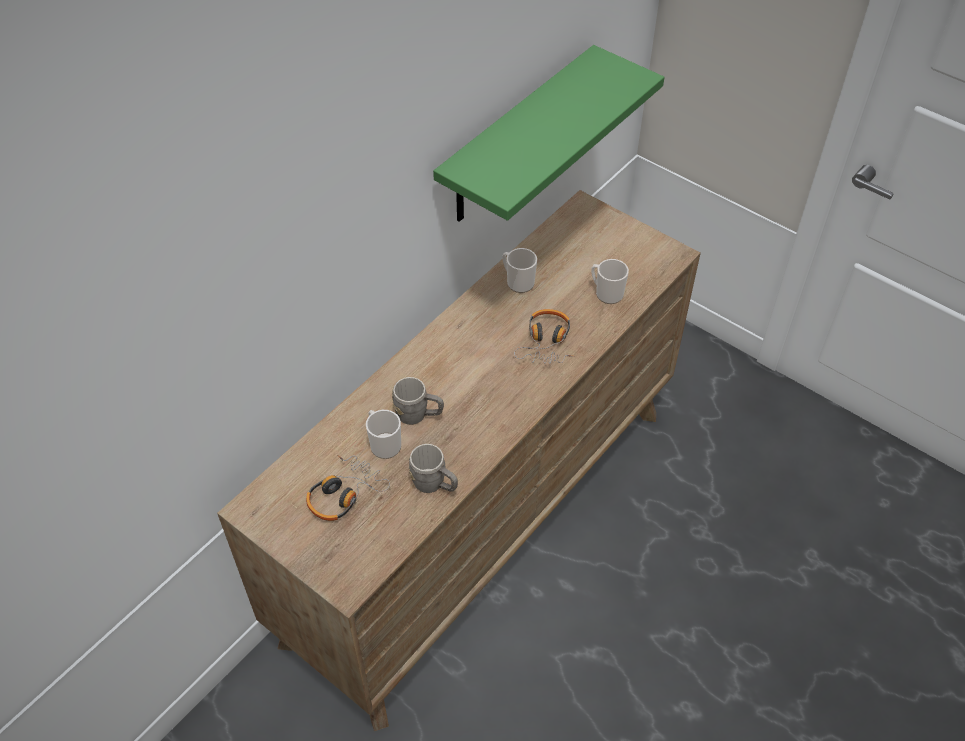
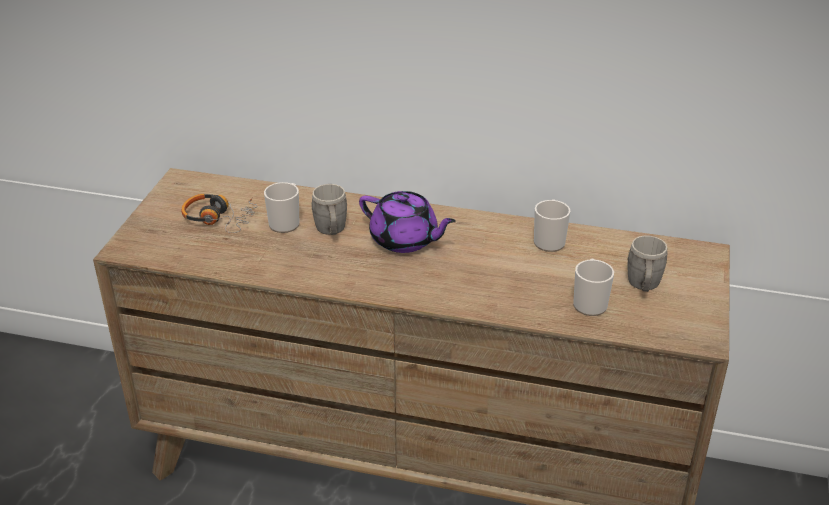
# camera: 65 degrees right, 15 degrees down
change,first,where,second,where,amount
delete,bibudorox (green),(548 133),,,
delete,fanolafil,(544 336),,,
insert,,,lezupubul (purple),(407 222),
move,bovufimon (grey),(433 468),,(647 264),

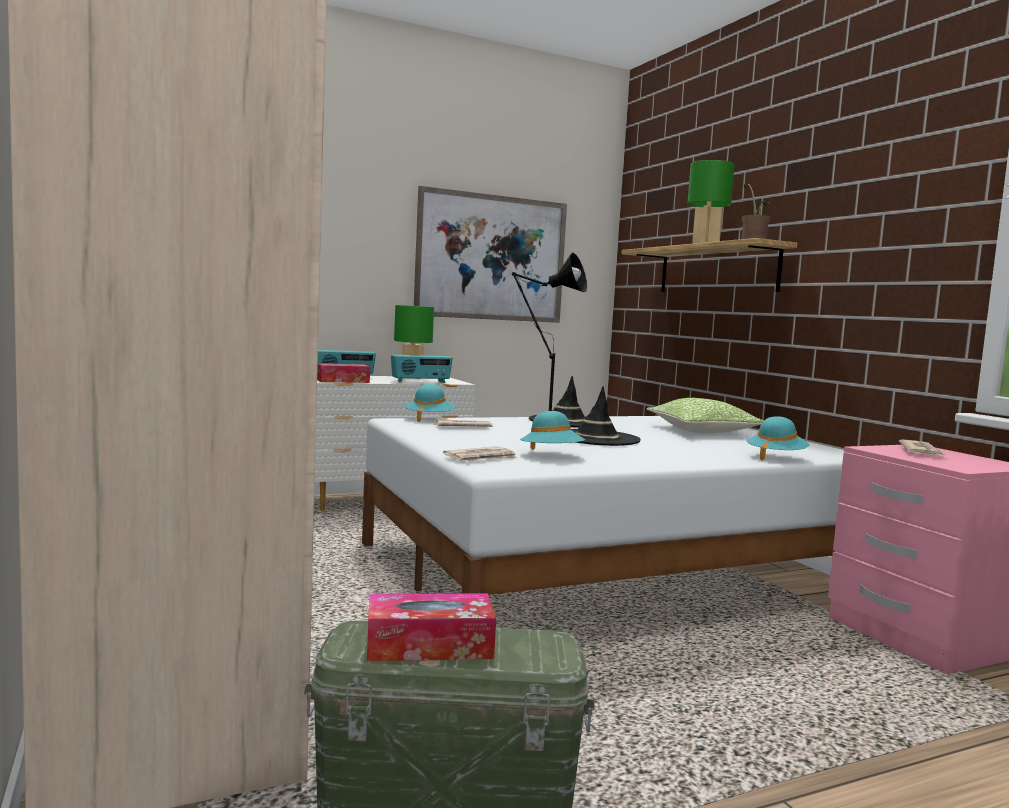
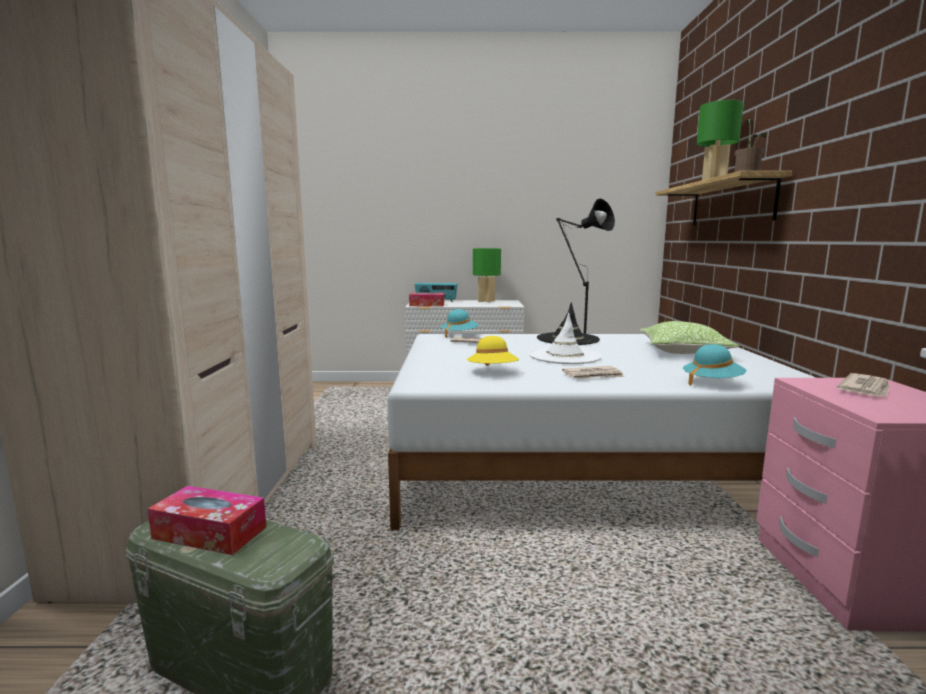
# camera: 25 degrees right, 5 degrees up
change,first,where,second,where,amount
delete,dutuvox,(422 369),,,
delete,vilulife,(490 254),,,
move,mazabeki,(480 453),,(593 372),
recolor,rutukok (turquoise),(552 430),rutukok (yellow),(493 351),
recolor,rutukok (black),(606 416),rutukok (white),(565 338),

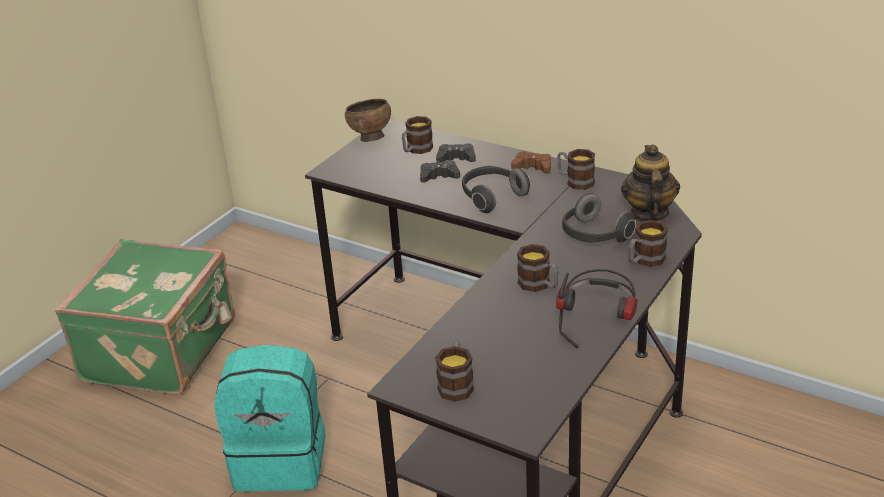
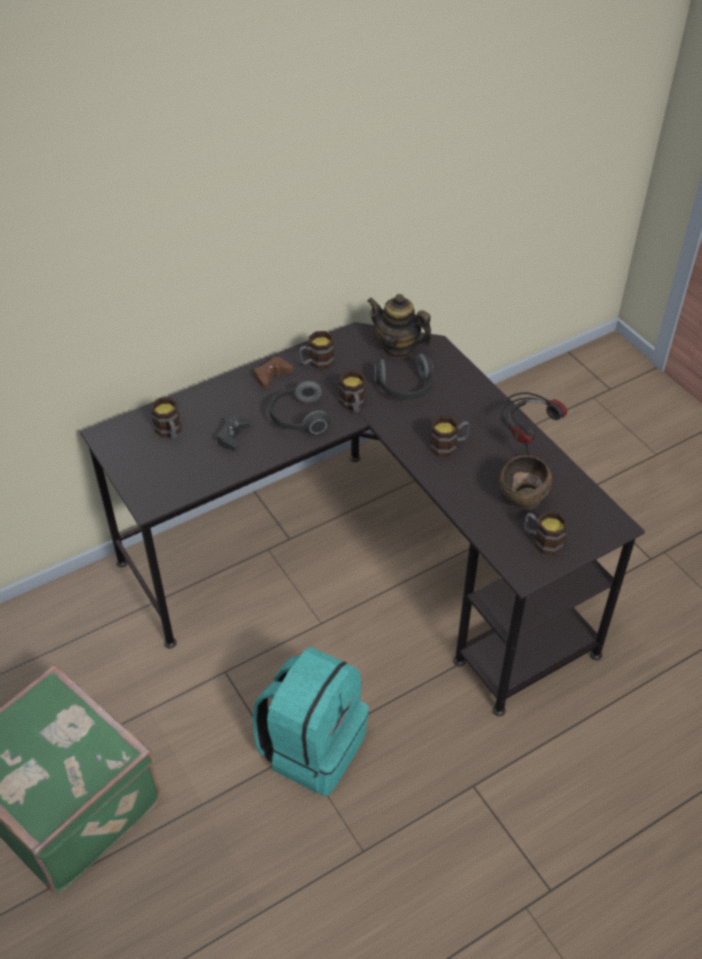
# camera: 65 degrees left, 15 degrees up
change,first,where,second,where,amount
delete,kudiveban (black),(456 153),,,
move,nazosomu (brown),(368 120),,(525 482),
move,bovufimon,(648 243),,(352 391),

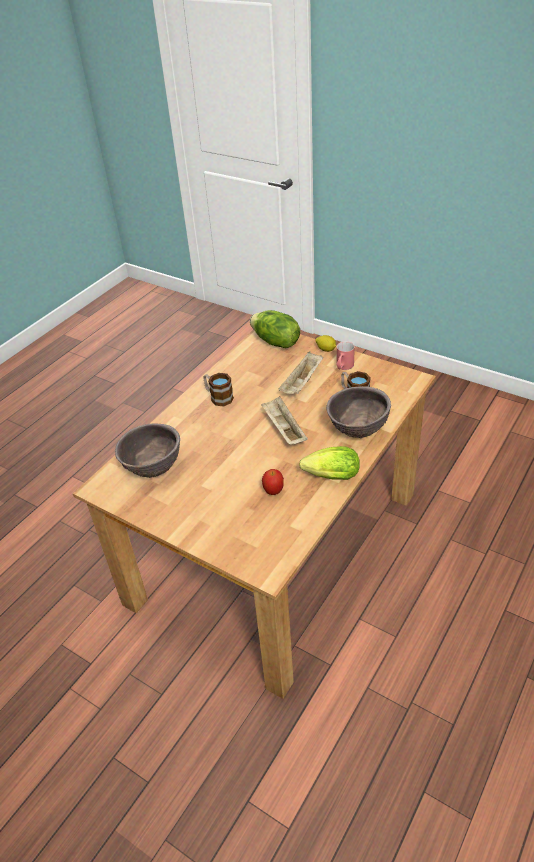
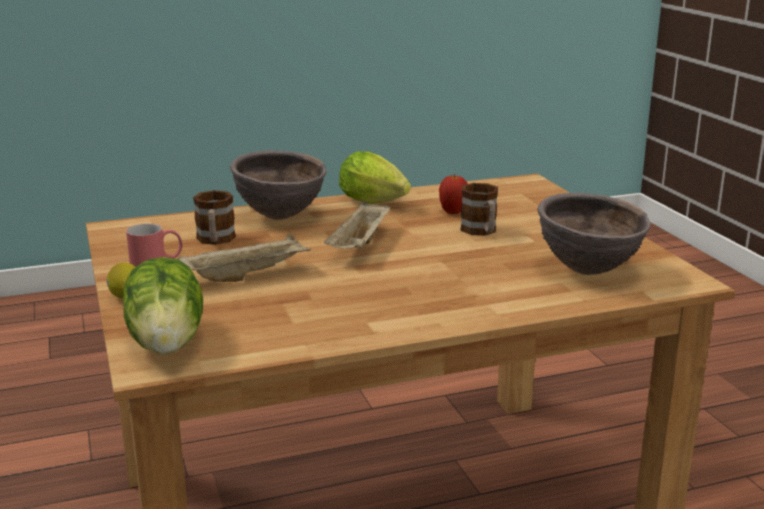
# camera: 145 degrees left, 20 degrees down
change,first,where,second,where,amount
move,bovufimon,(218 390),,(479 209),

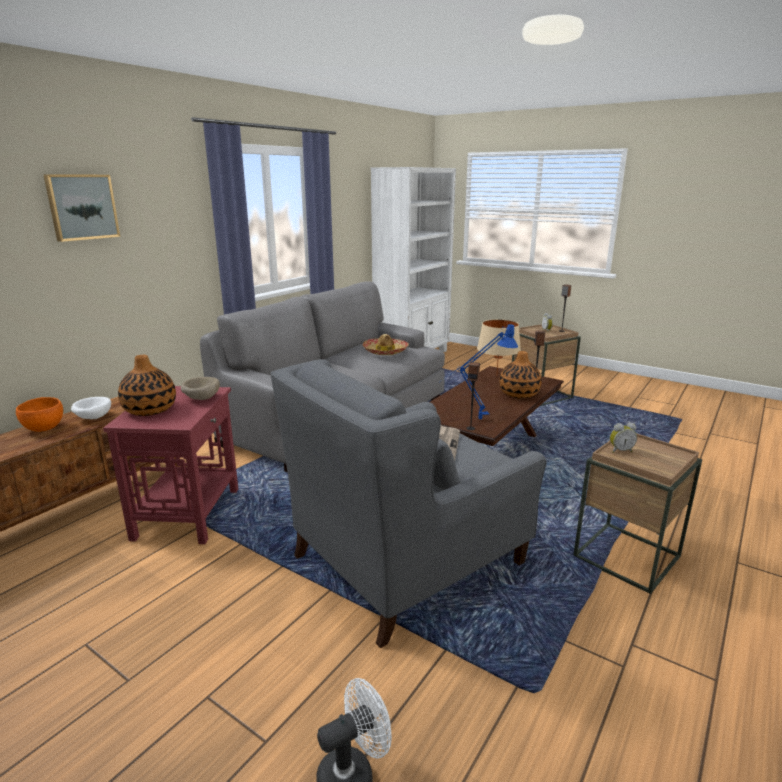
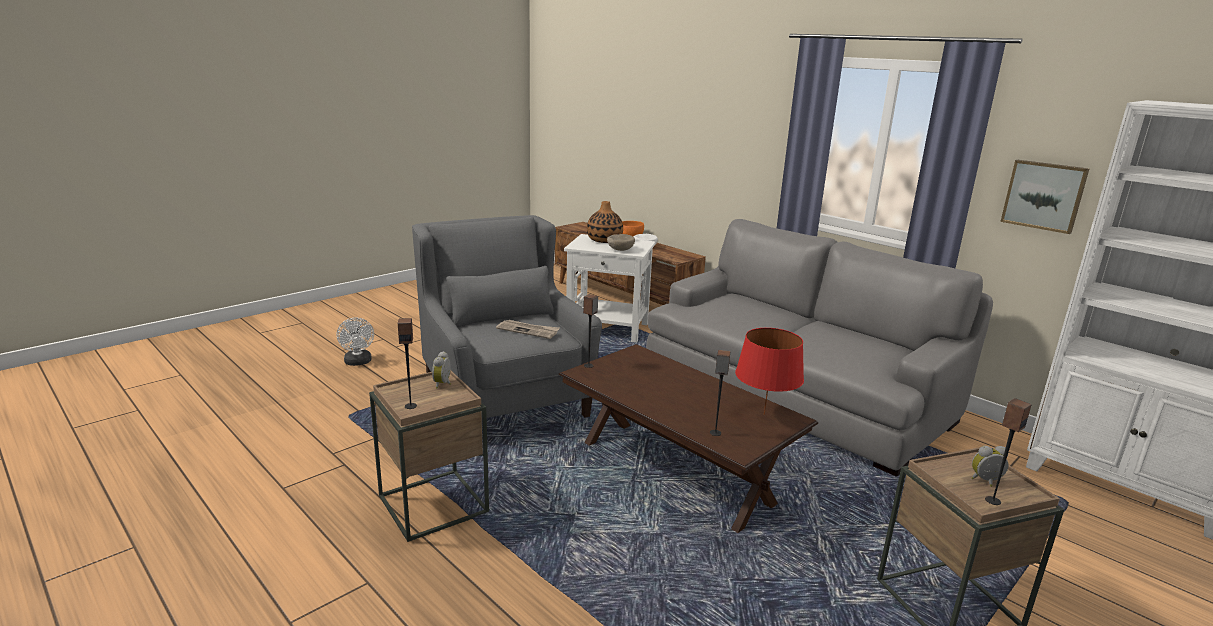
# camera: 100 degrees right, 0 degrees up
change,first,where,second,where,amount
delete,rutukok,(385 344),,,
delete,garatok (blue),(479 371),,,
delete,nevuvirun,(520 374),,,
insert,,,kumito,(407 363),
move,vilulife,(81 208),,(1044 197),
recolor,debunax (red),(170 465),debunax (white),(610 288),
recolor,garatok (beige),(499 345),garatok (red),(769 371),

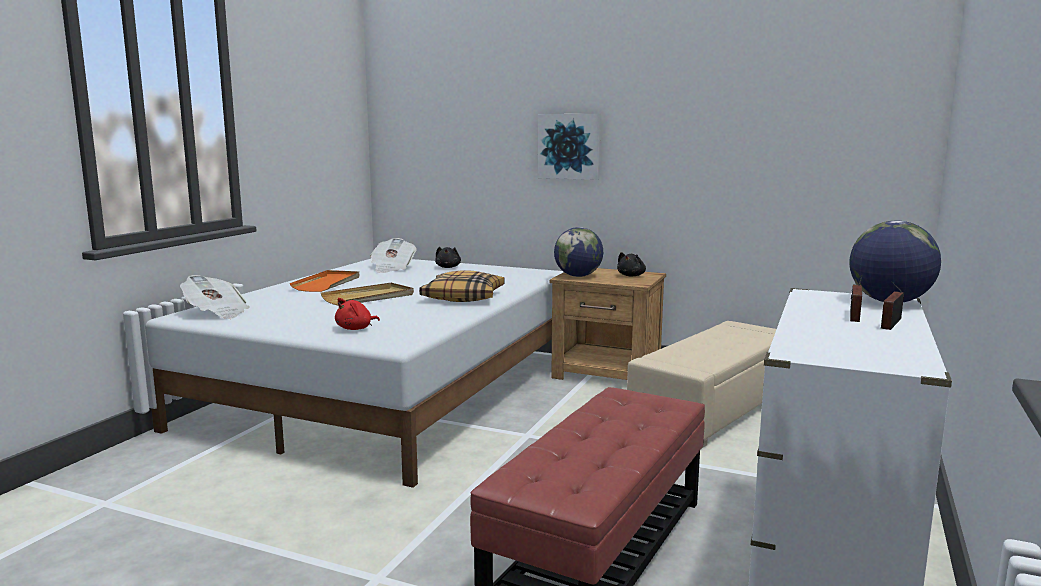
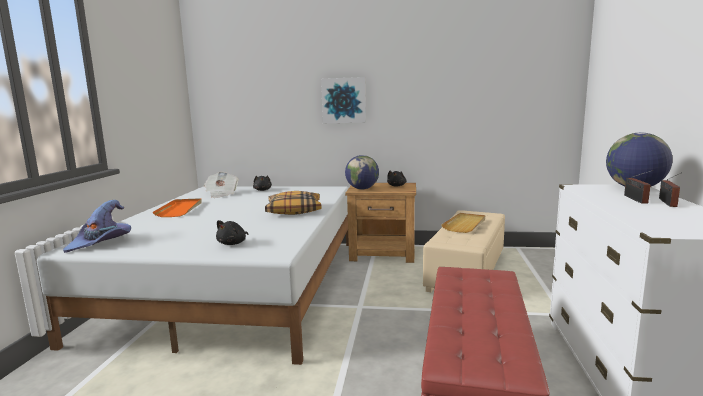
# camera: 15 degrees left, 0 degrees up
change,first,where,second,where,amount
move,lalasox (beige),(367 294),,(463 223),
replace,mazabeki,(215 297),rutukok (purple),(97 226),
recolor,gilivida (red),(357 314),gilivida (black),(232 232),

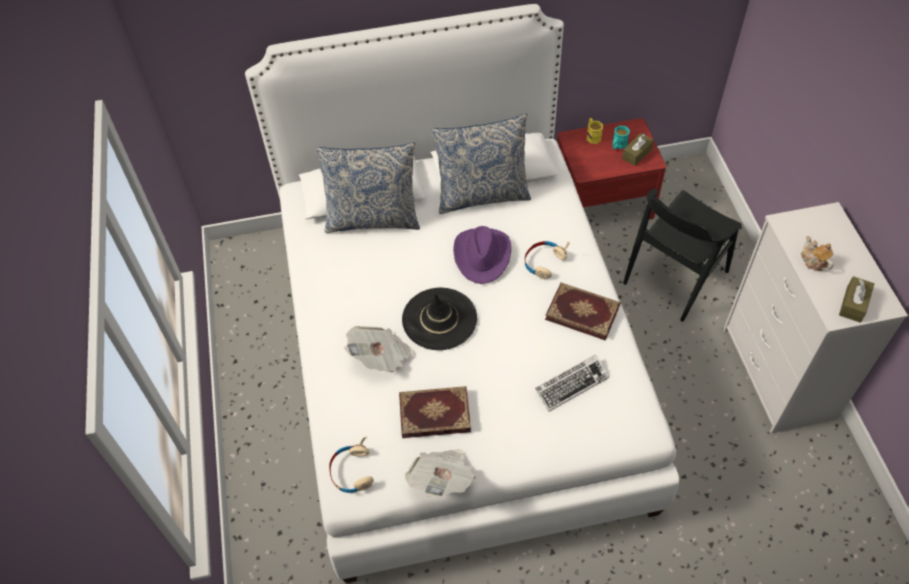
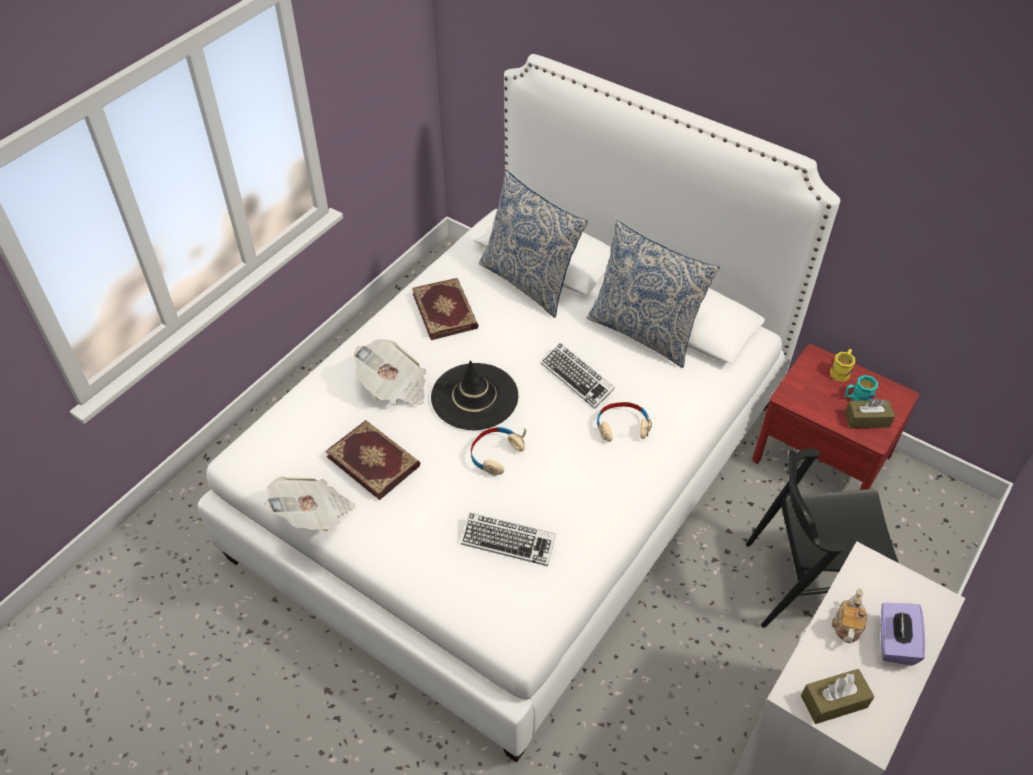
# camera: 45 degrees right, 5 degrees down
change,first,where,second,where,amount
insert,,,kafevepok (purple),(902 634),
move,fanolafil (beige),(351 464),,(498 451),
move,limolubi,(582 312),,(445 309),
replace,rutukok (purple),(482 255),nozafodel,(578 376),

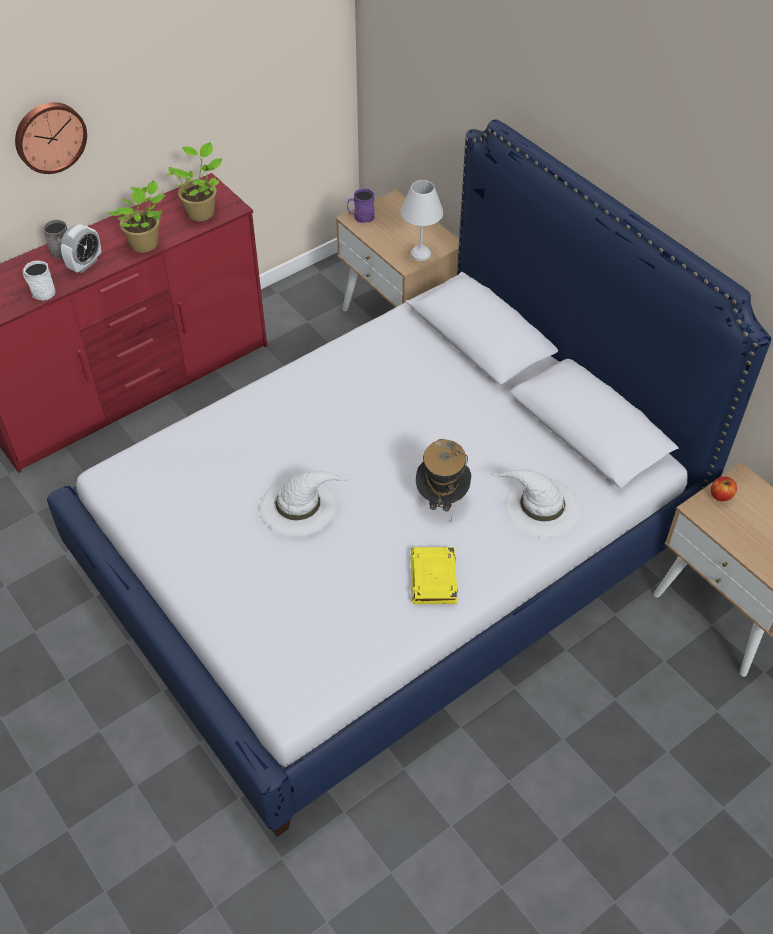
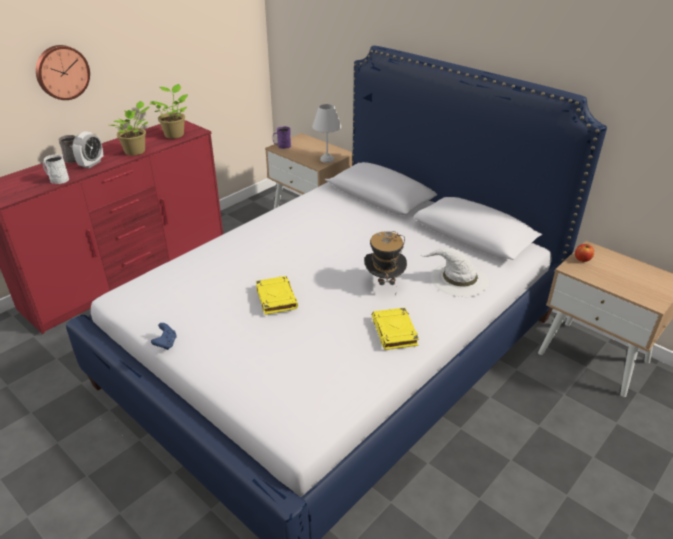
# camera: 10 degrees left, 15 degrees down
change,first,where,second,where,amount
insert,,,kudiveban (blue),(164 336),
replace,rutukok (white),(306 503),limolubi (yellow),(277 295),

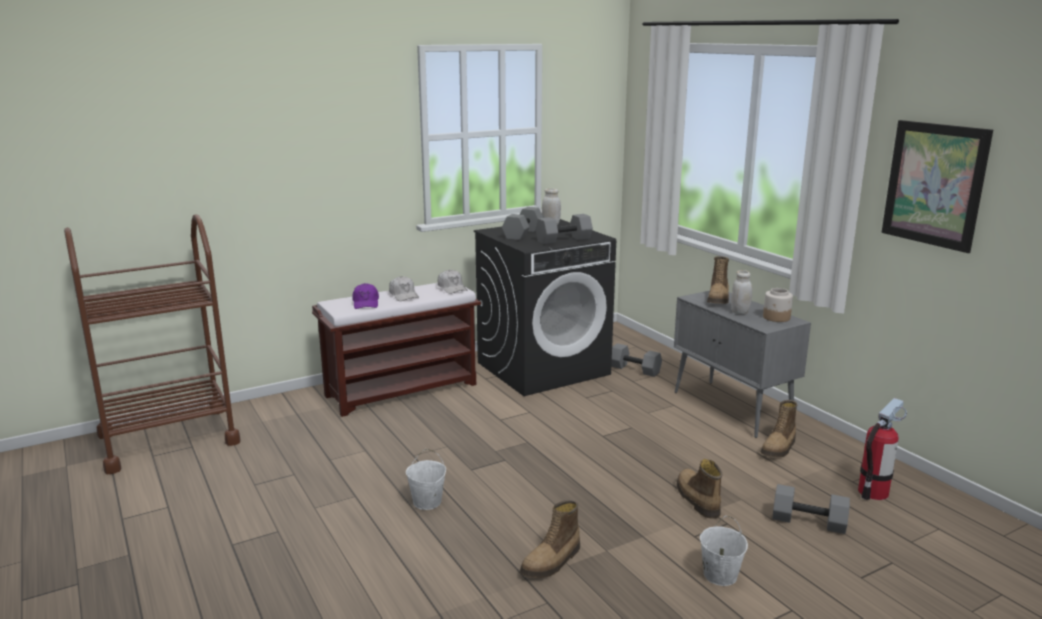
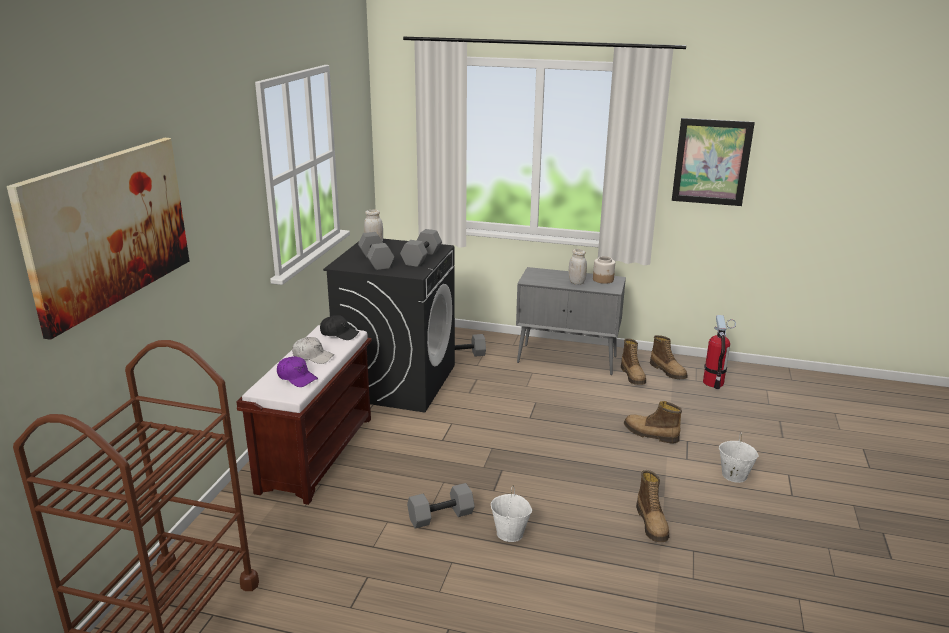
# camera: 45 degrees left, 5 degrees up
change,first,where,second,where,amount
insert,,,vilulife,(98 239),
move,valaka,(718 280),,(669 357),
move,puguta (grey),(811 509),,(441 506),
recolor,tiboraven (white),(452 282),tiboraven (black),(339 327),

